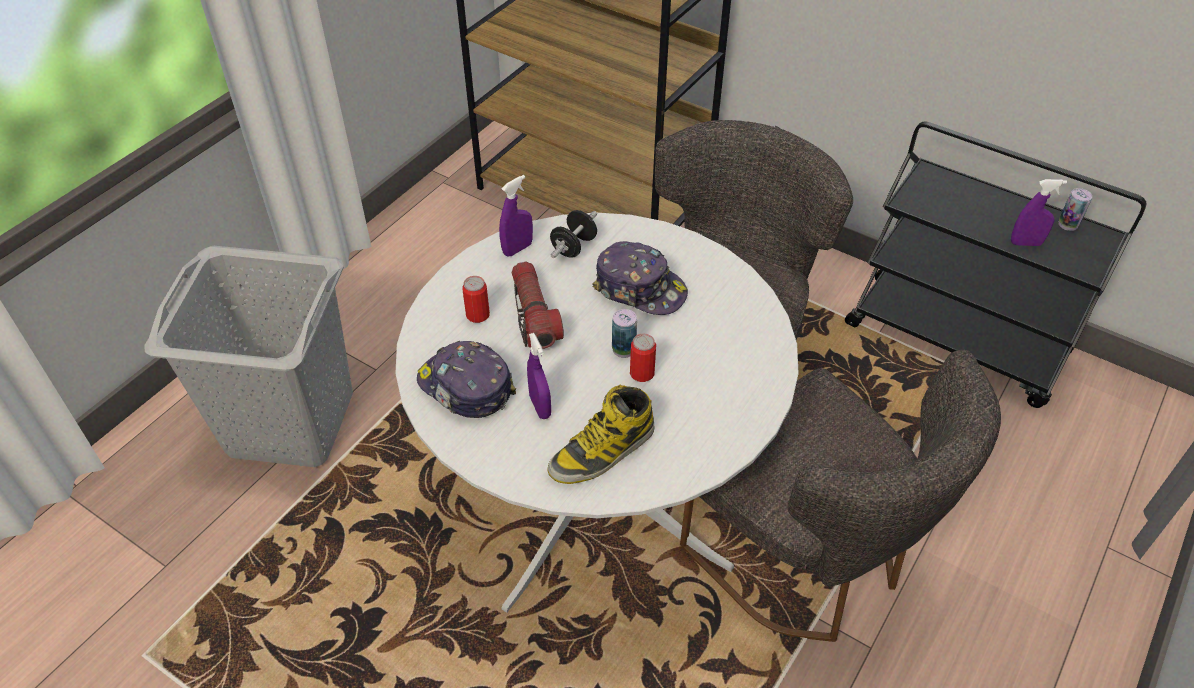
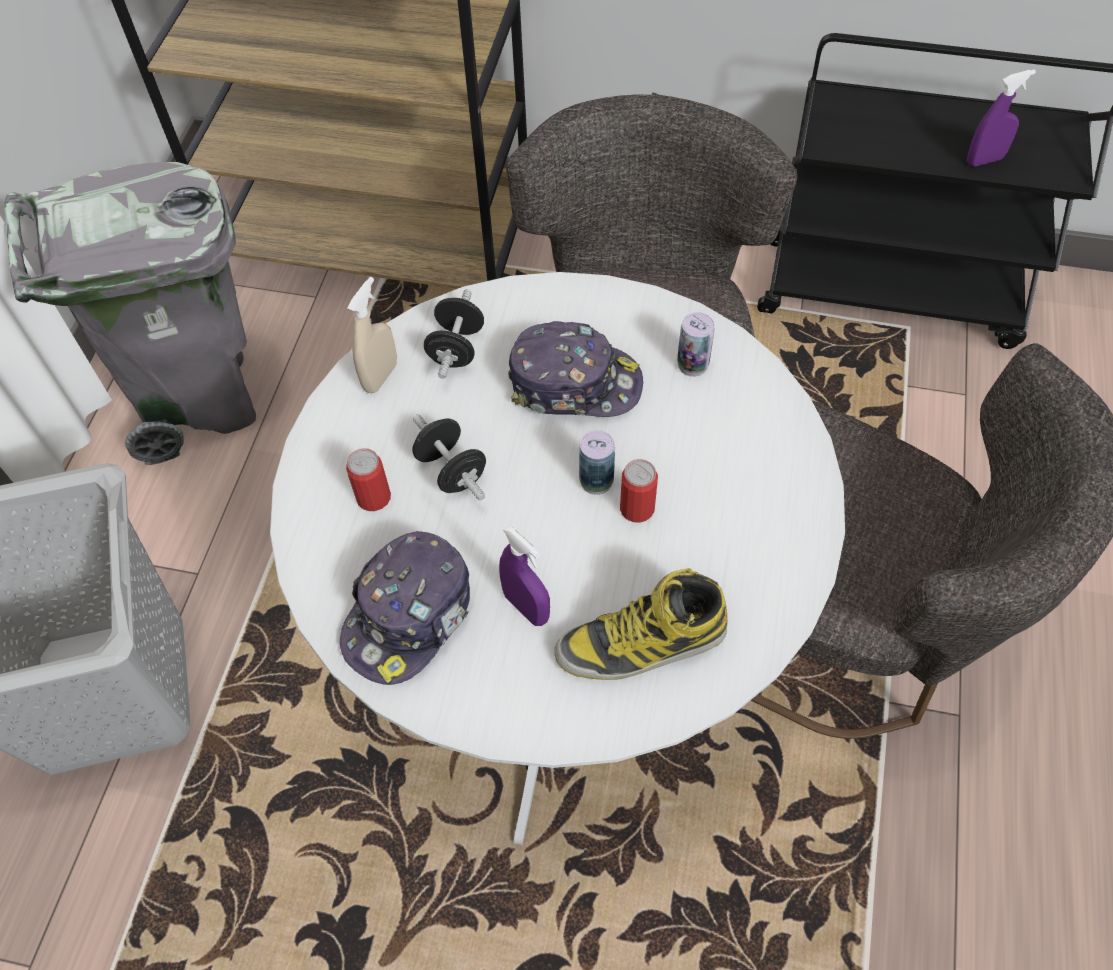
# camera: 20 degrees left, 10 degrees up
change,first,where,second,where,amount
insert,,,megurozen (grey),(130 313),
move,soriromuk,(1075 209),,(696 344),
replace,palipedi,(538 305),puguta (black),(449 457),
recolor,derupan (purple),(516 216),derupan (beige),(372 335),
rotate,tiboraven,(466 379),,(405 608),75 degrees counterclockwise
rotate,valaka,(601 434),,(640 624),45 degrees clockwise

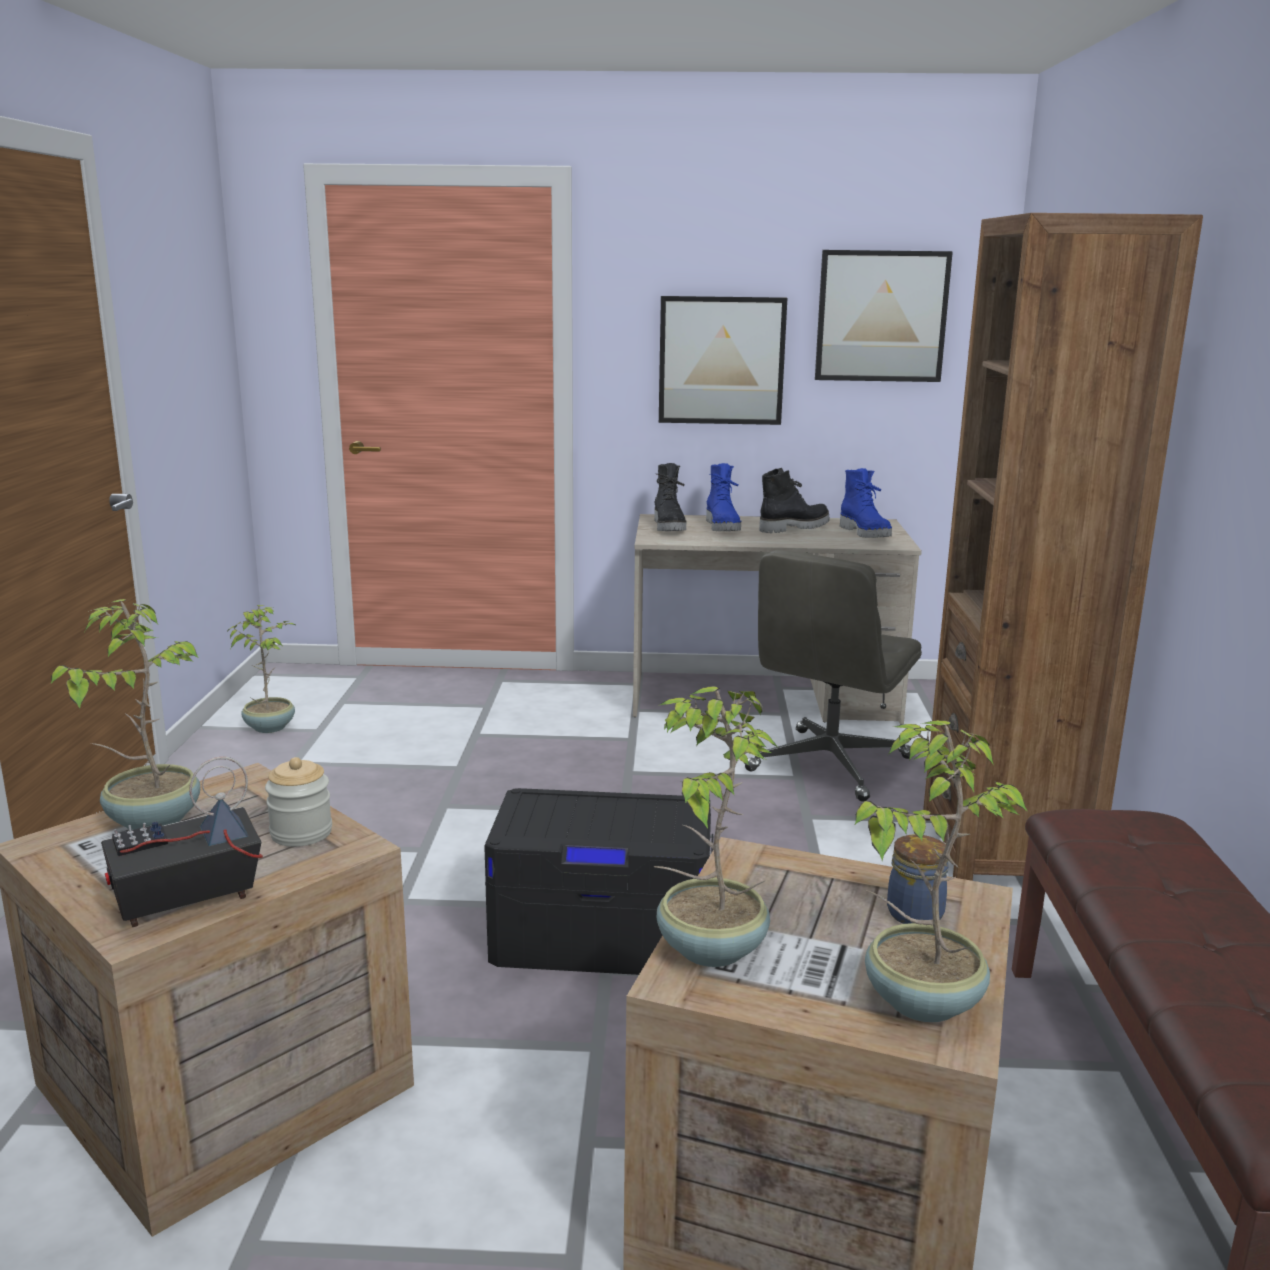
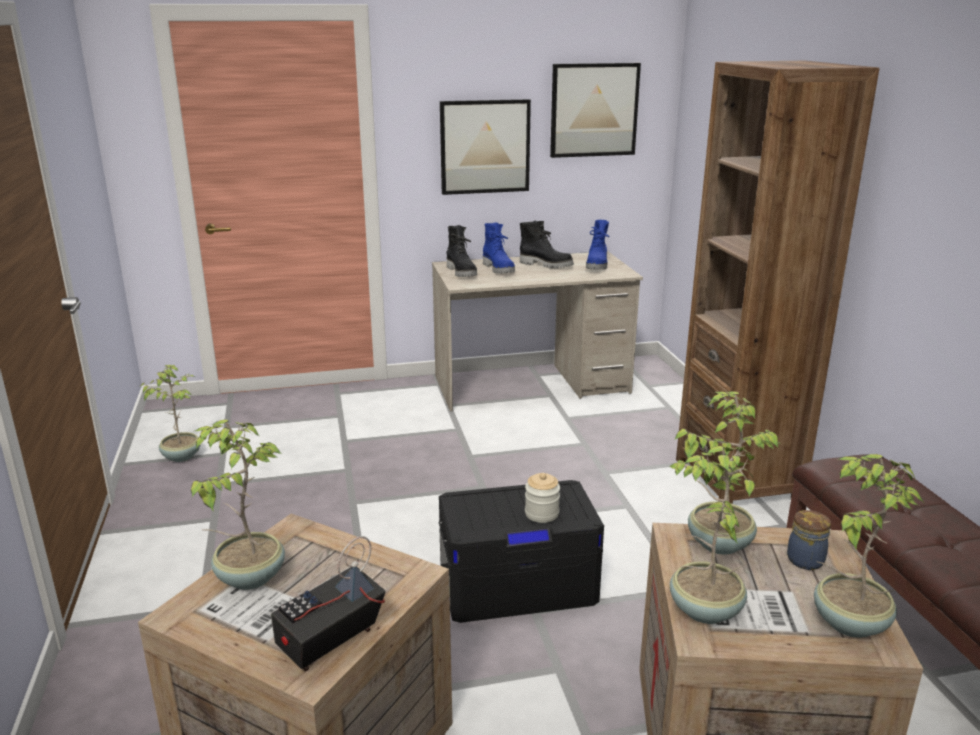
# camera: 15 degrees left, 5 degrees up
change,first,where,second,where,amount
delete,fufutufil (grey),(833 675),,,
insert,,,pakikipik,(727 473),
move,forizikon,(298 802),,(542 498),
rotate,valaka (black),(794 500),,(547 244),75 degrees clockwise
rotate,valaka (blue),(866 503),,(598 245),45 degrees clockwise

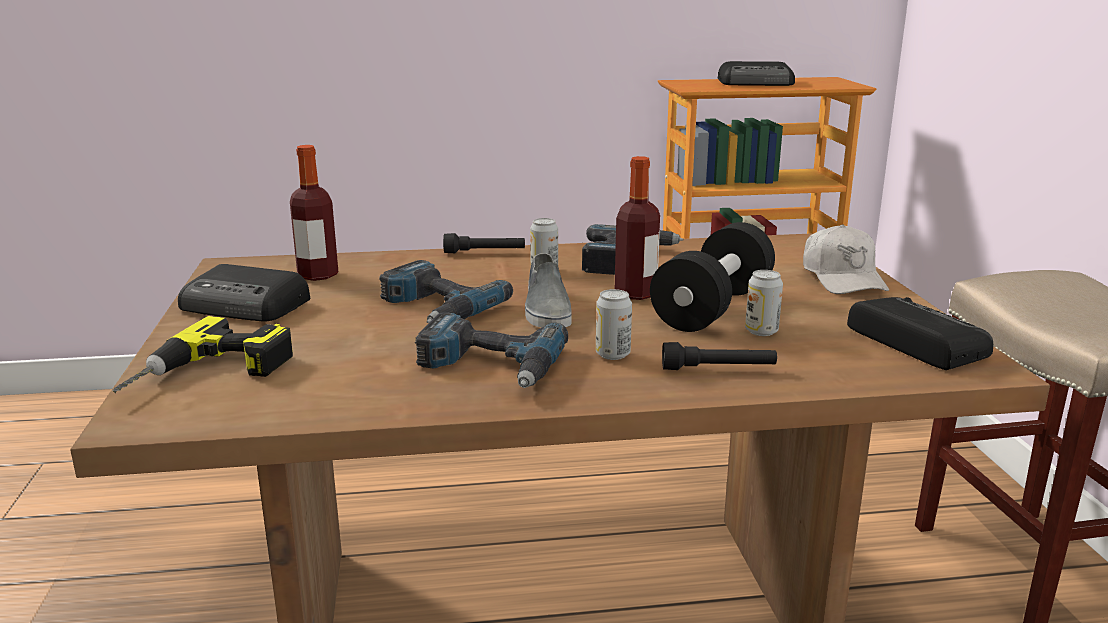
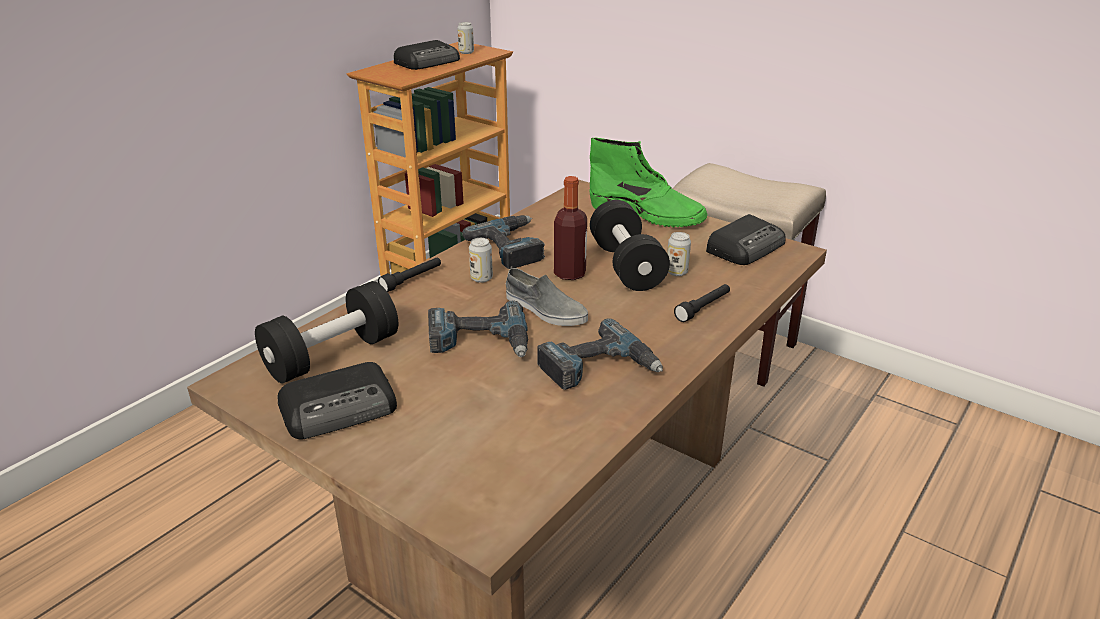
# camera: 45 degrees left, 10 degrees up
change,first,where,second,where,amount
delete,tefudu,(202 354),,,
move,soriromuk,(614 324),,(465 38),
replace,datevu,(314 213),puguta (black),(326 332),
replace,tiboraven (white),(846 259),valaka (green),(649 182),
rotate,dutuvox,(920 333),,(746 239),120 degrees clockwise

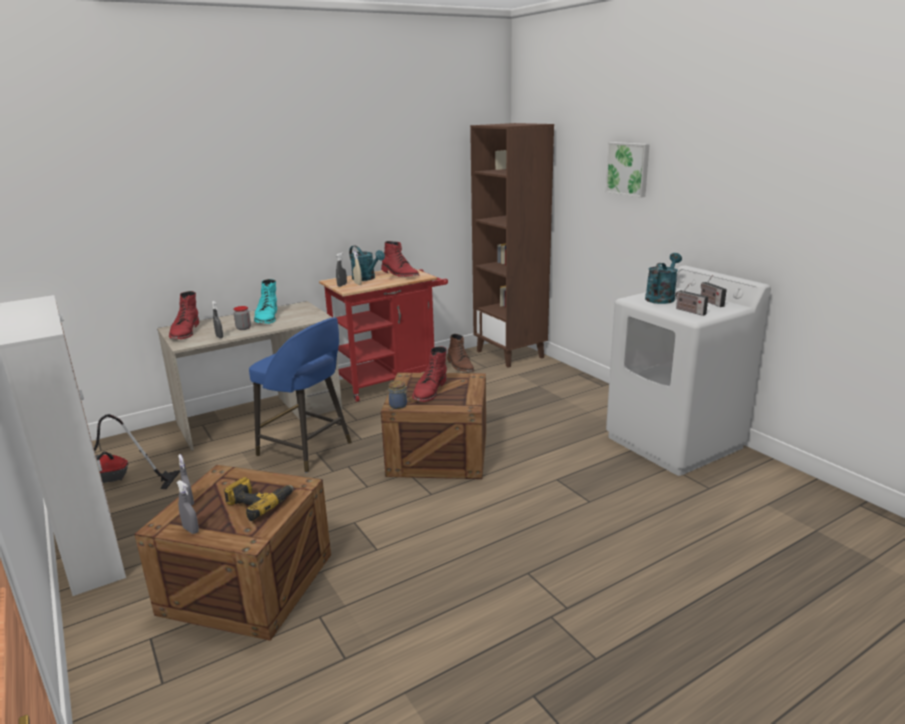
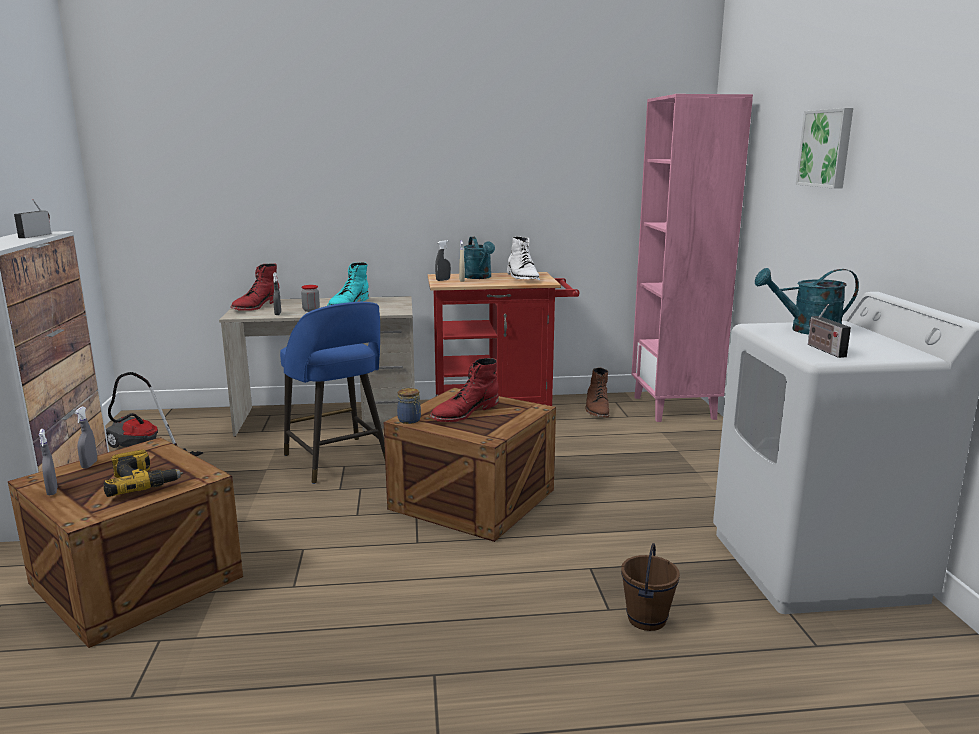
# camera: 25 degrees right, 5 degrees down
change,first,where,second,where,amount
insert,,,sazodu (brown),(650 587),
move,dutuvox,(714 291),,(33 218),
recolor,valaka (red),(400 259),valaka (white),(523 258),
recolor,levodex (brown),(512 245),levodex (pink),(692 258),
rotate,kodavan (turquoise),(663 278),,(807 301),150 degrees counterclockwise

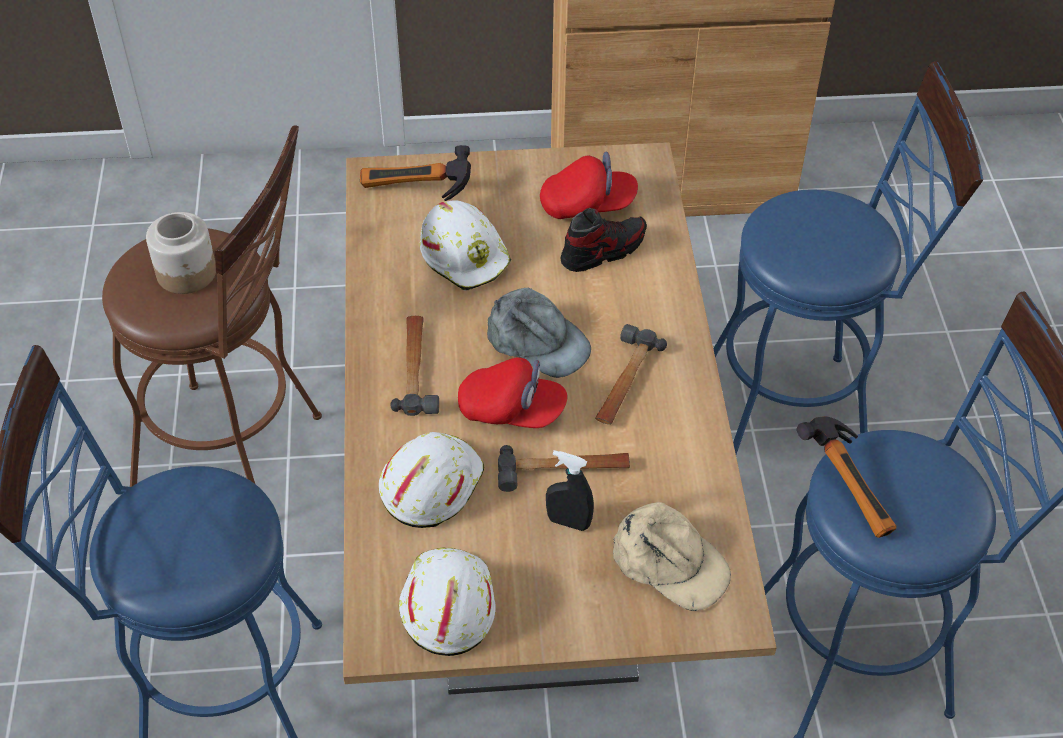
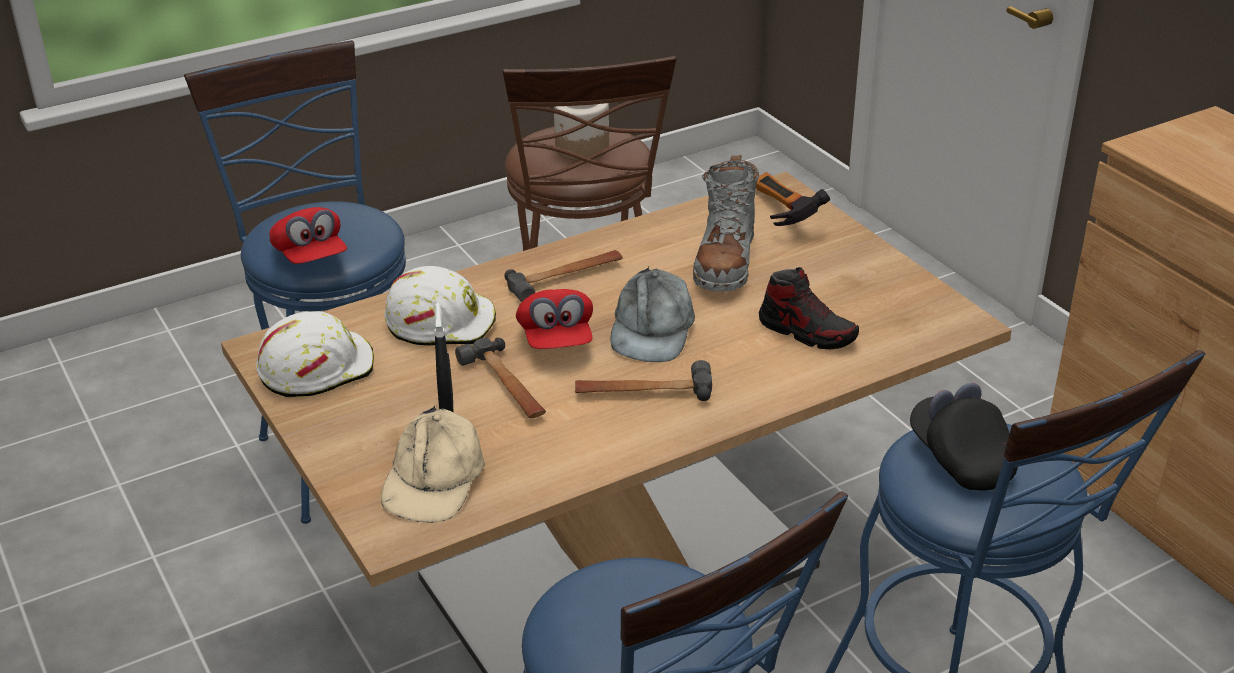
# camera: 65 degrees right, 15 degrees down
change,first,where,second,where,amount
delete,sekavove,(846 477),,,
insert,,,tiboraven (black),(964 436),
move,tiboraven (red),(589 185),,(308 235),
replace,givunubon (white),(465 245),valaka (grey),(726 223),

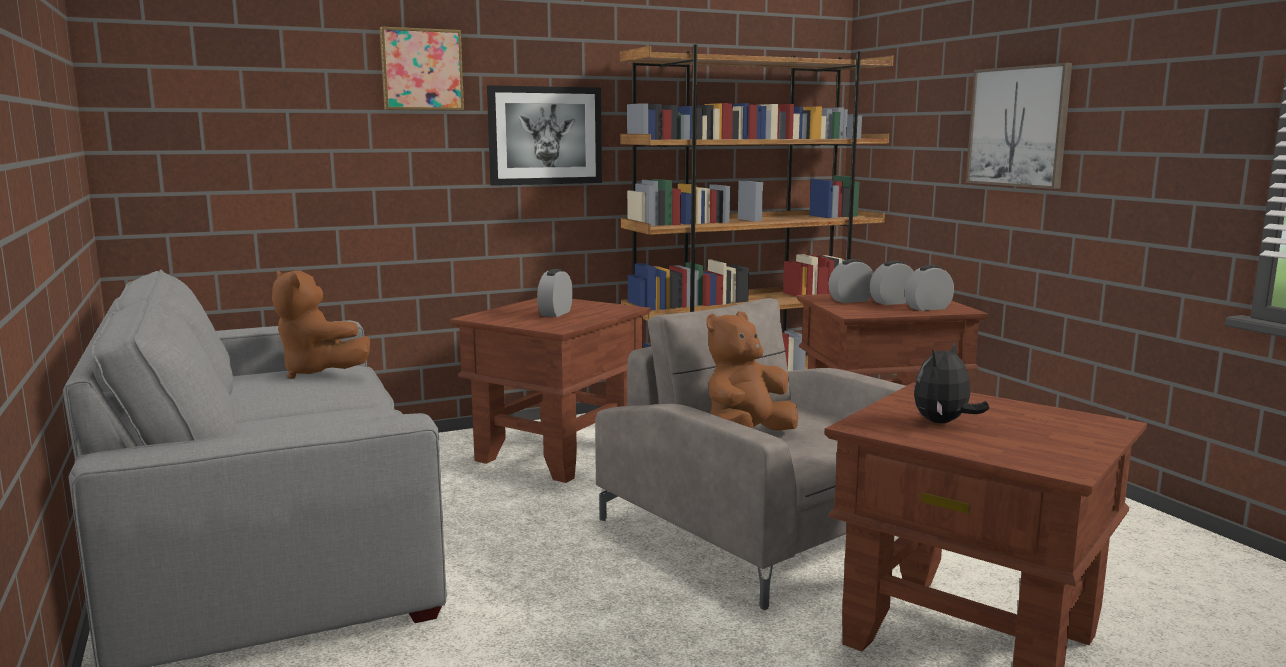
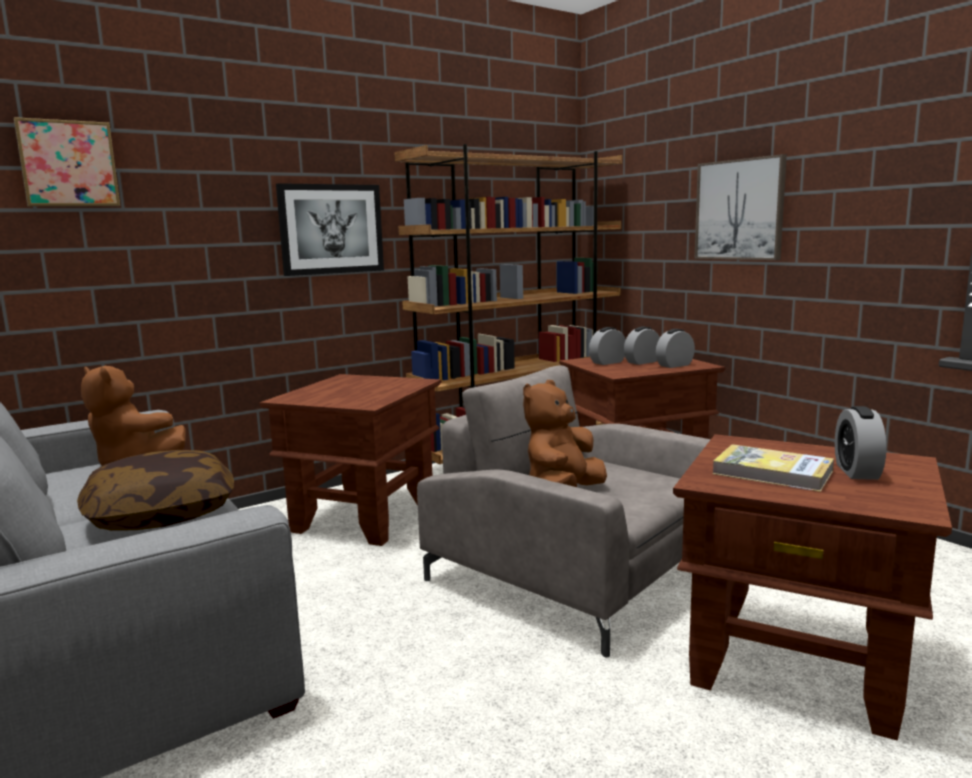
# camera: 10 degrees left, 0 degrees up
change,first,where,second,where,amount
insert,,,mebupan,(155 490),
move,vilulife,(422 68),,(67 162),
move,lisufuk,(555 293),,(860 443),
replace,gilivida,(951 382),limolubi,(773 468),

